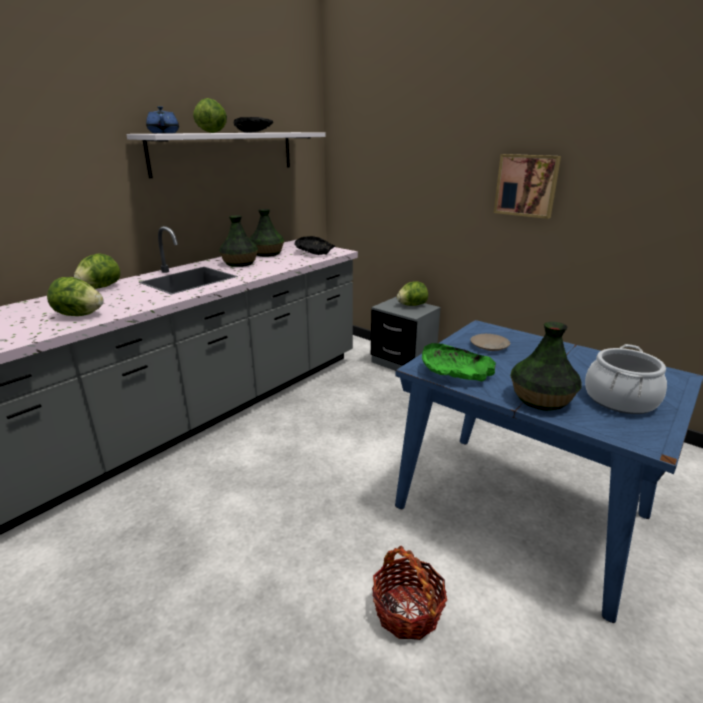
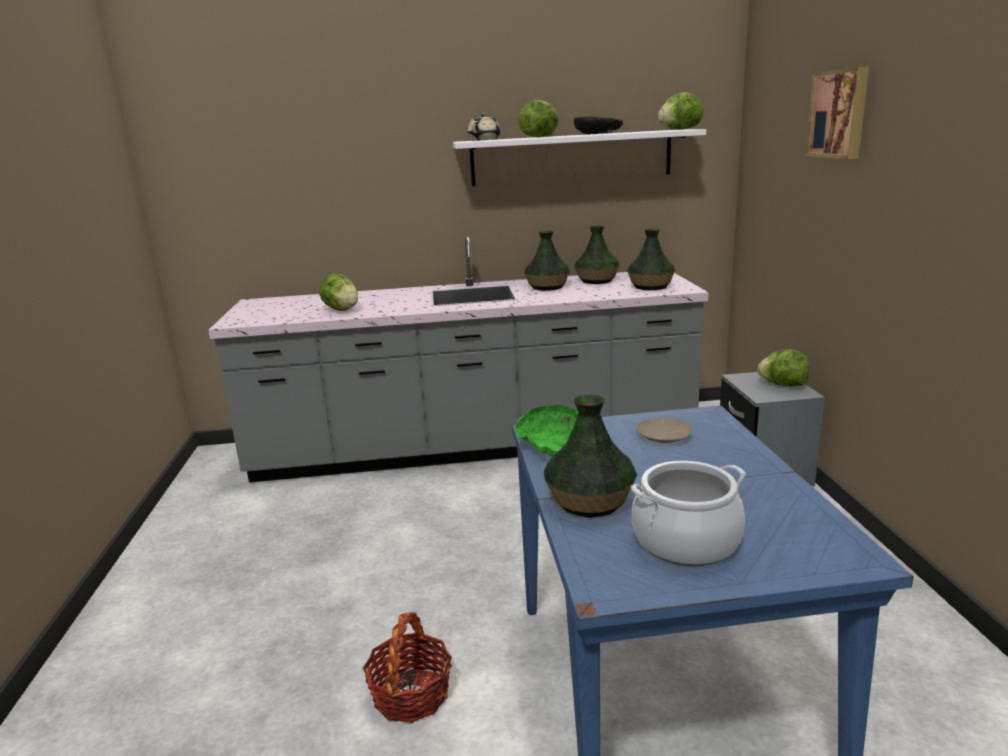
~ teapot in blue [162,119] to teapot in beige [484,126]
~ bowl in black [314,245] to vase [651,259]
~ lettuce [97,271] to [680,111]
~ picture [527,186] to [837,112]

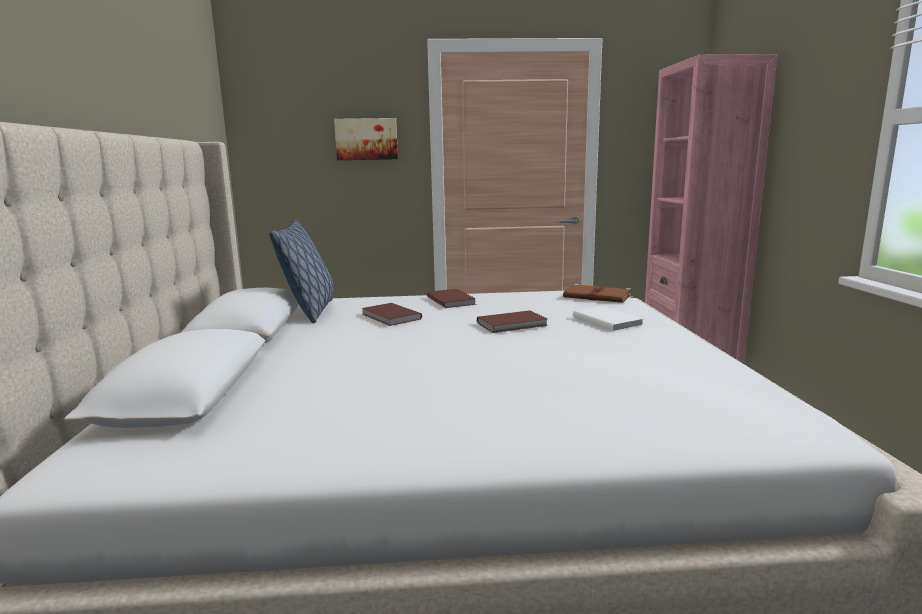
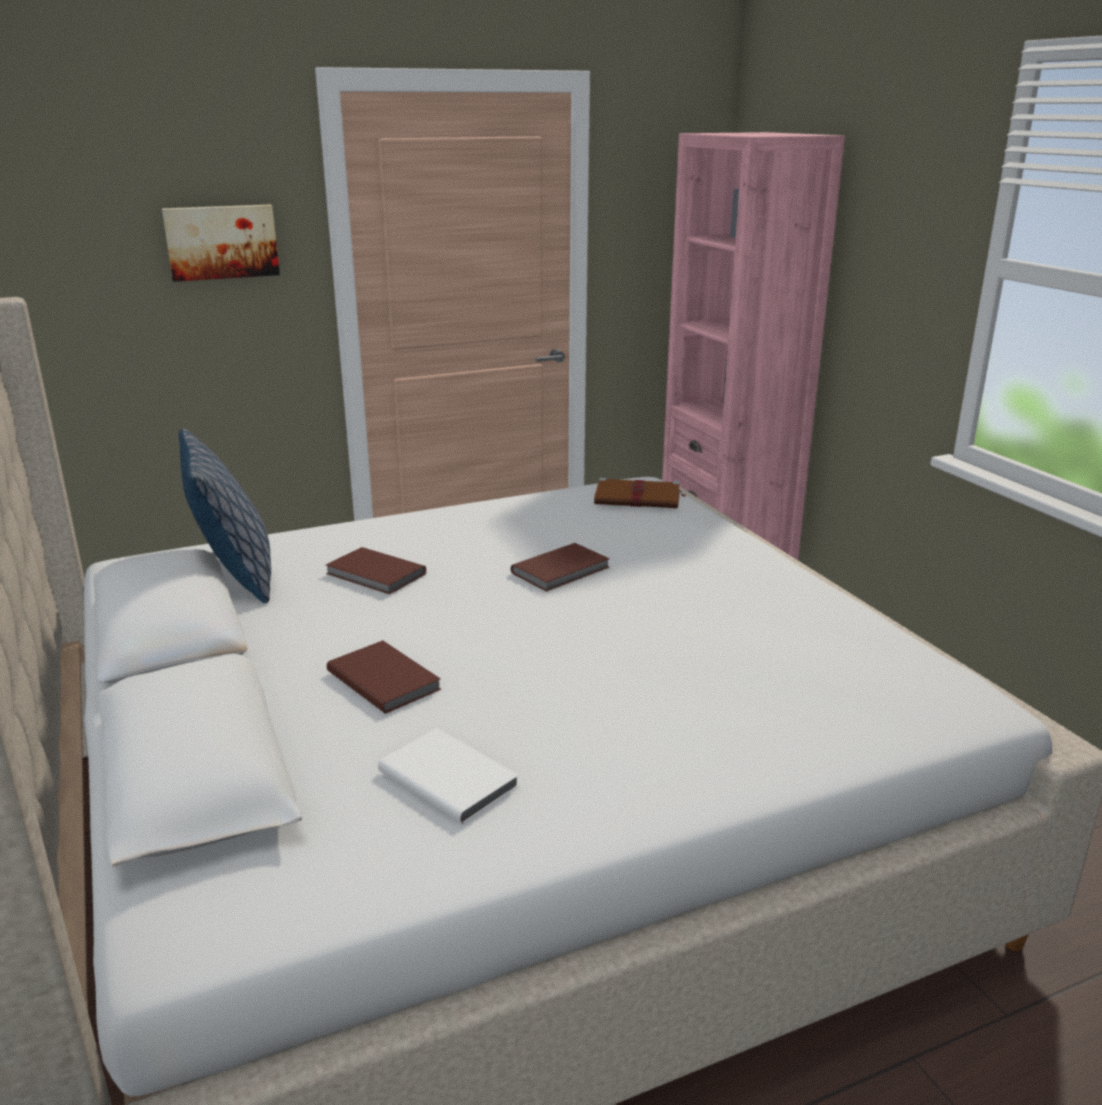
~ book in brown [451,298] to [384,677]
~ book in white [608,318] to [448,776]

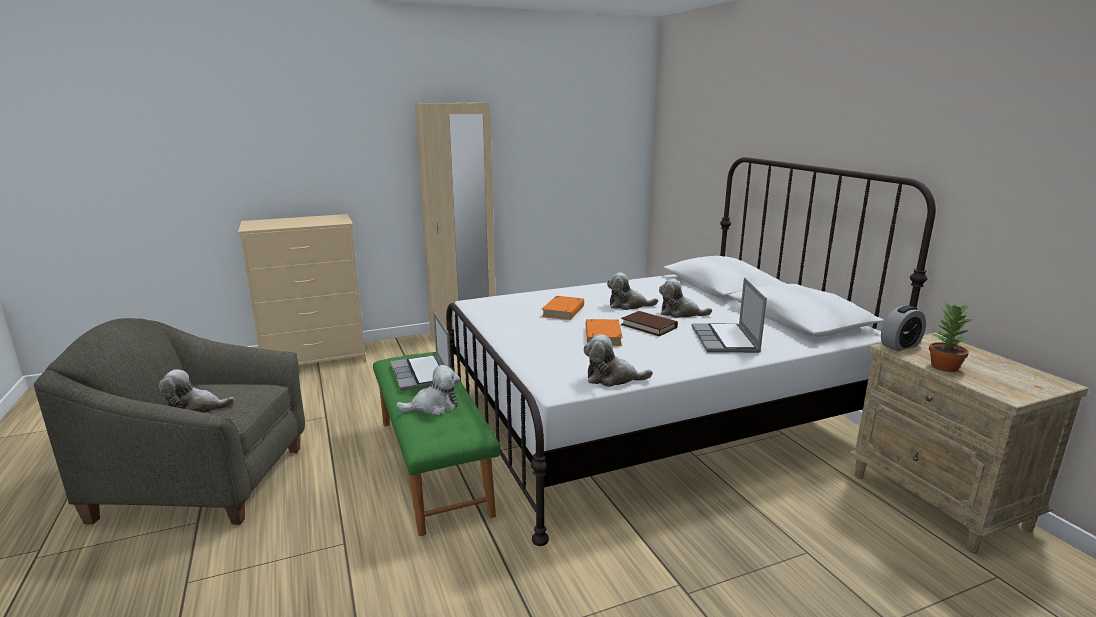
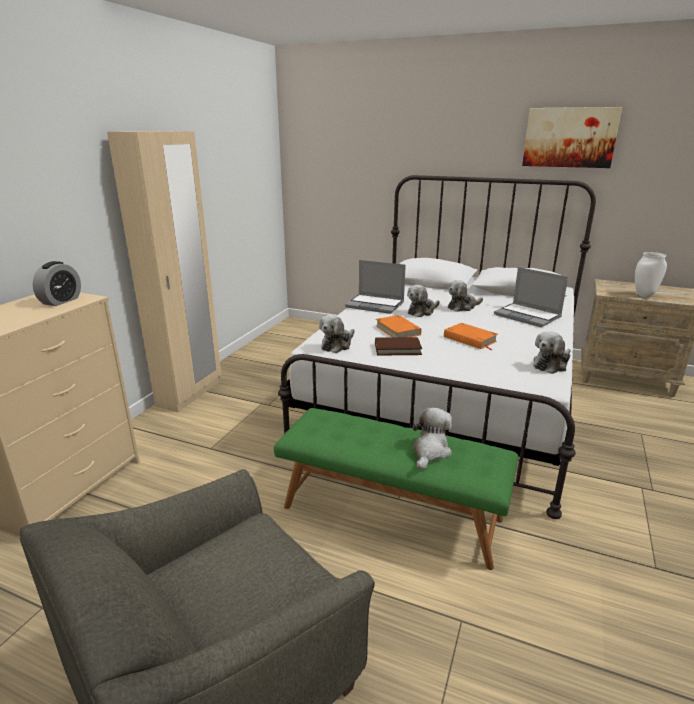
~ alarm clock [903,328] to [57,283]
~ plush toy [196,391] to [337,334]
~ laptop [420,351] to [375,287]
~ book in brown [649,323] to [398,346]
+ picture [572,137]
~ potted plant [952,338] to vase in white [651,275]

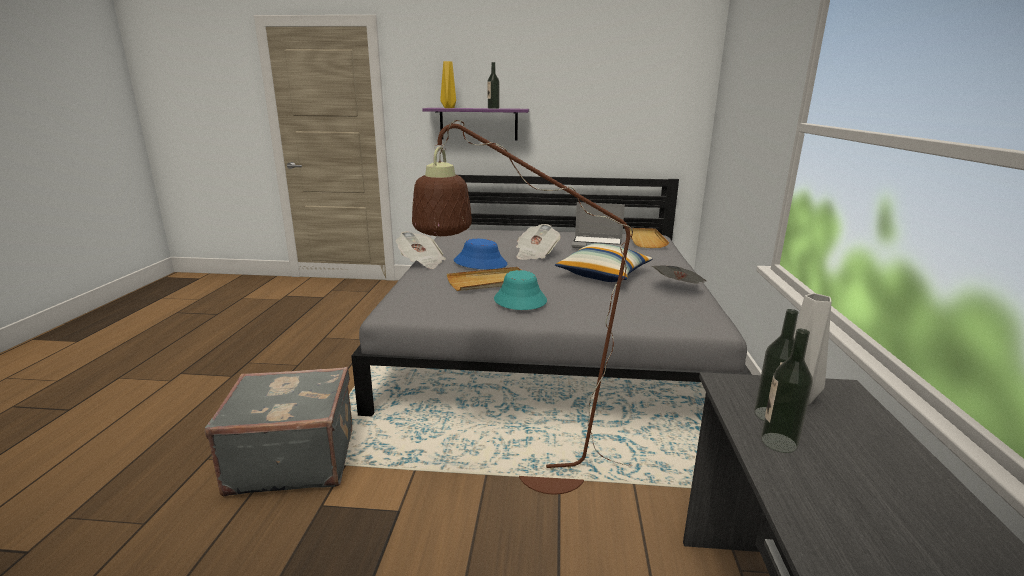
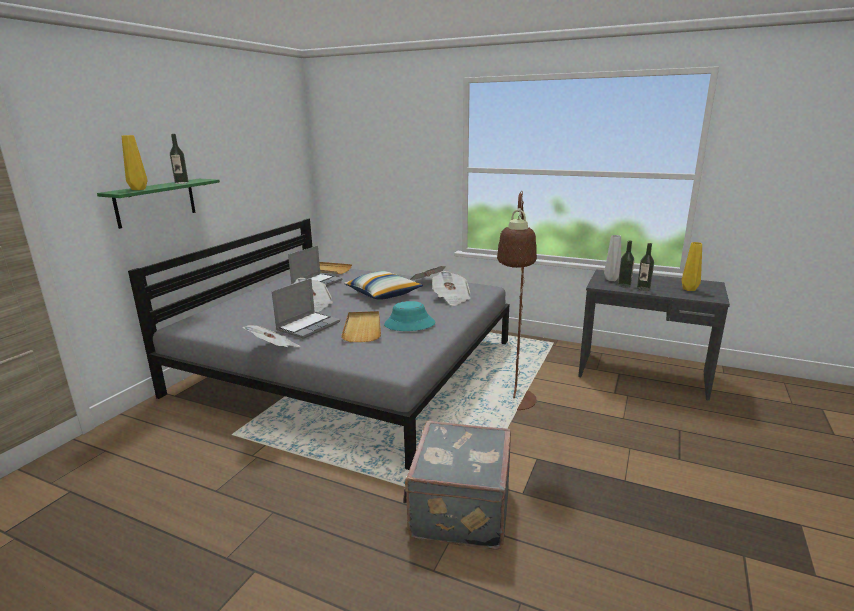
~ shelf in purple [475,124] to shelf in green [158,204]
~ hat in blue [480,254] to laptop [306,308]
+ newspaper [451,288]
+ vase in yellow [691,266]

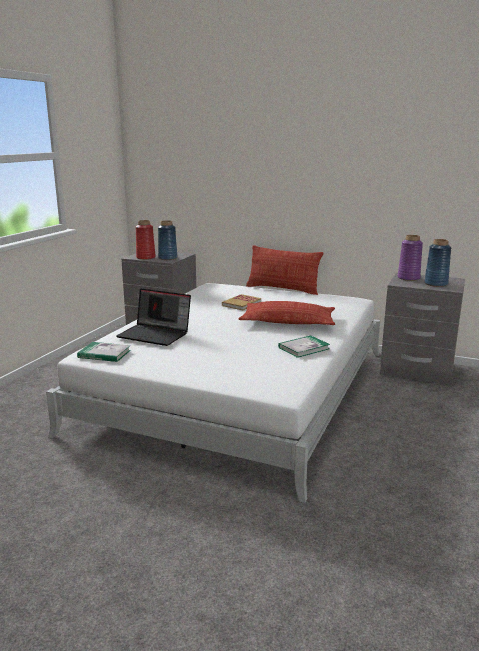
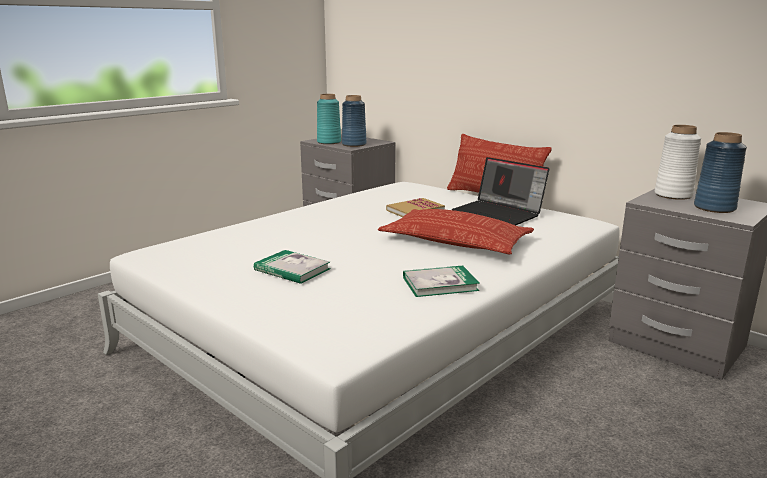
~ book [104,352] to [292,267]
~ vase in red [145,240] to vase in turquoise [329,119]
~ laptop [153,317] to [500,191]
~ vase in purple [410,258] to vase in white [678,162]

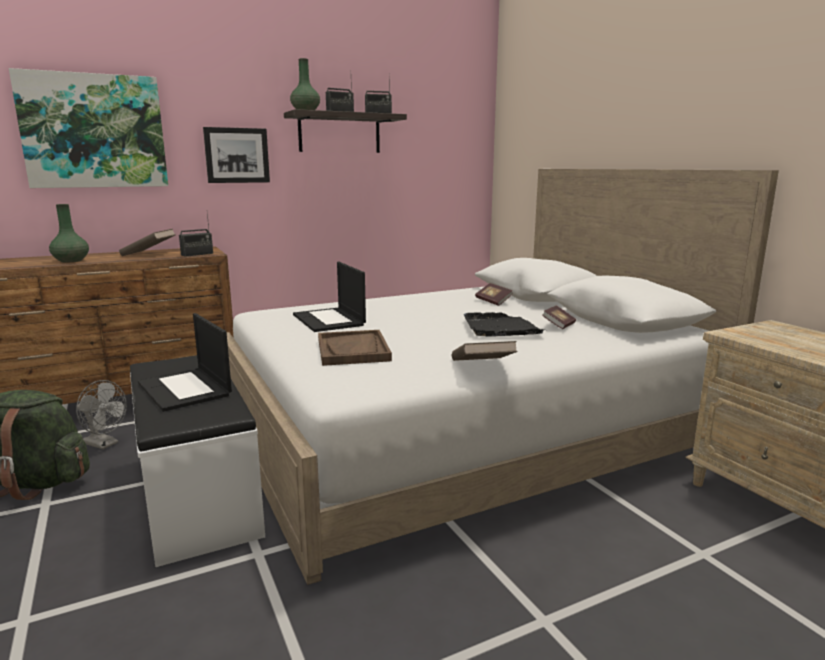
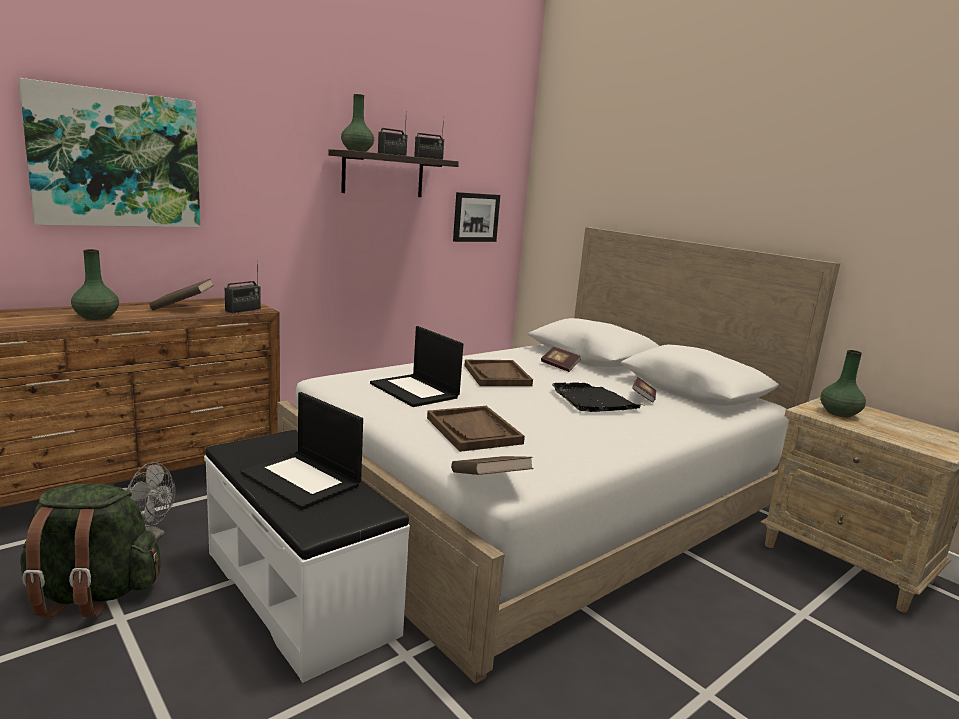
~ book in brown [485,351] to [492,465]
~ picture [236,155] to [476,217]
+ tray in brown [498,373]
+ vase in green [843,383]

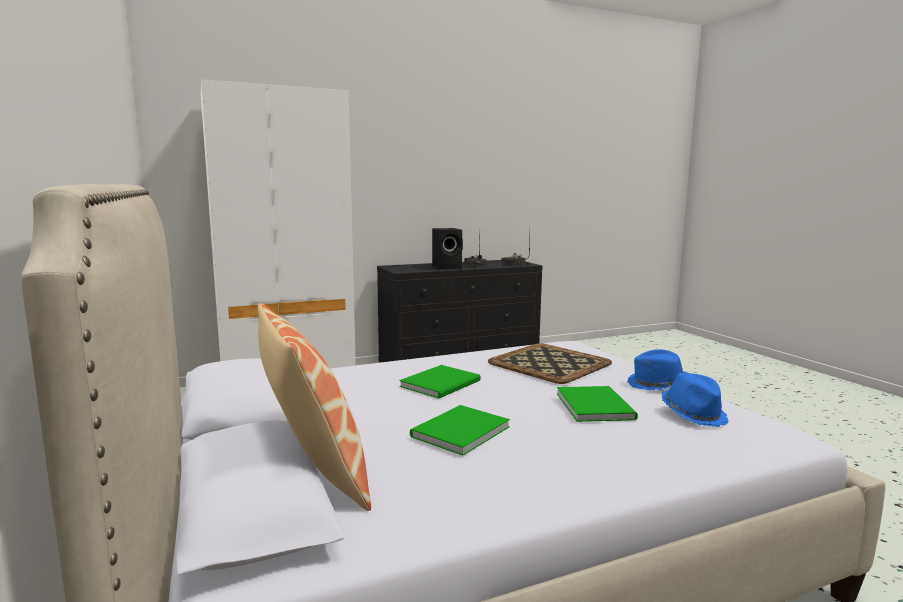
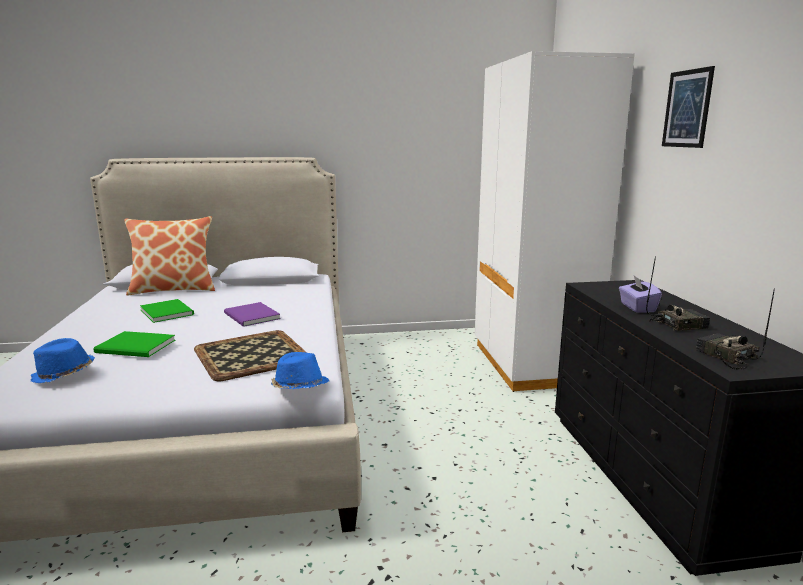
~ book in green [440,382] to book in purple [252,314]
~ hat in blue [657,370] to [300,370]
~ speaker in black [447,249] to tissue box in purple [640,294]
+ picture [688,107]

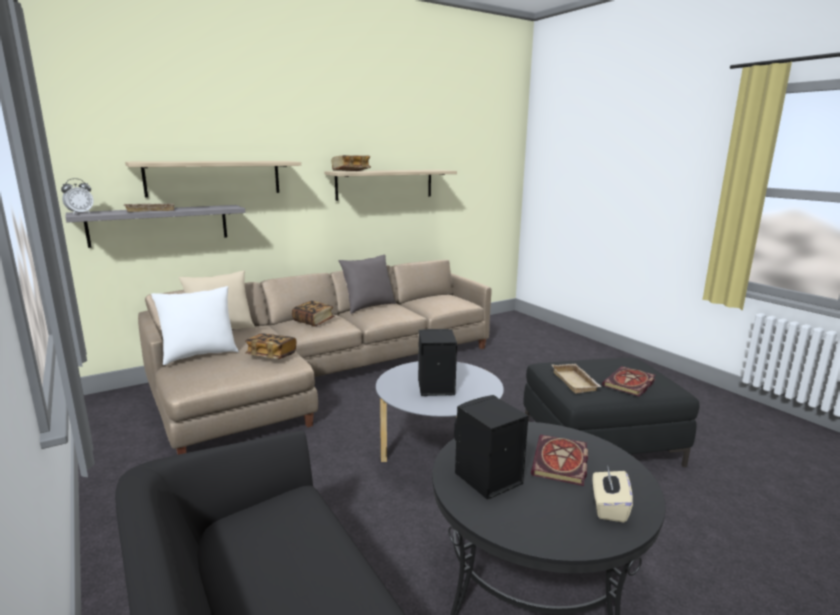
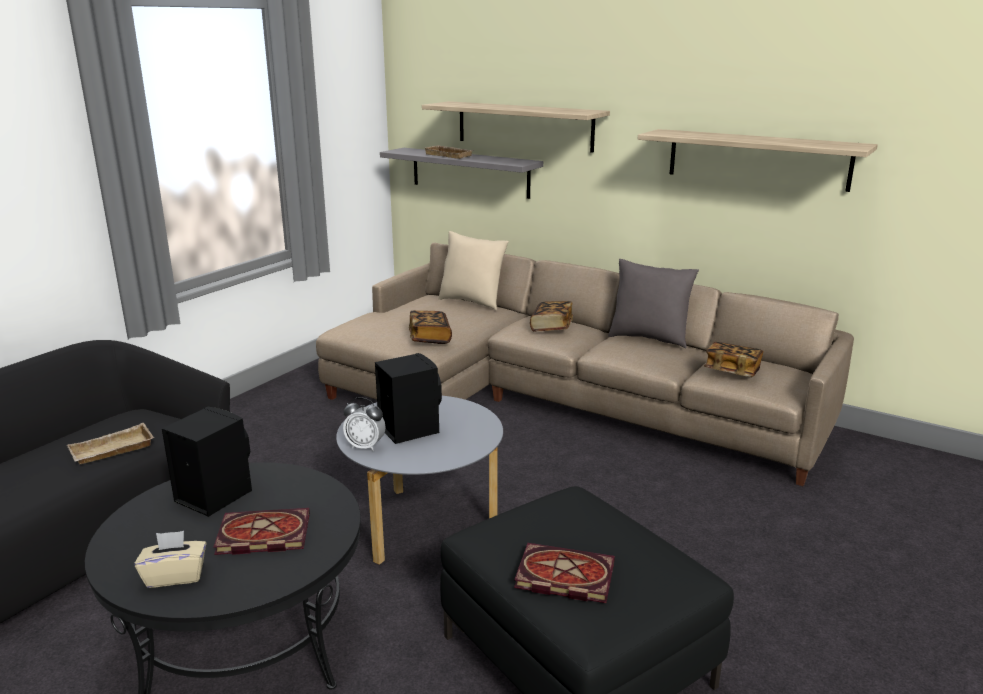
~ tray in beige [577,379] to [110,443]
~ alarm clock [77,196] to [364,424]
~ book [351,163] to [733,359]
- pillow in white [195,325]

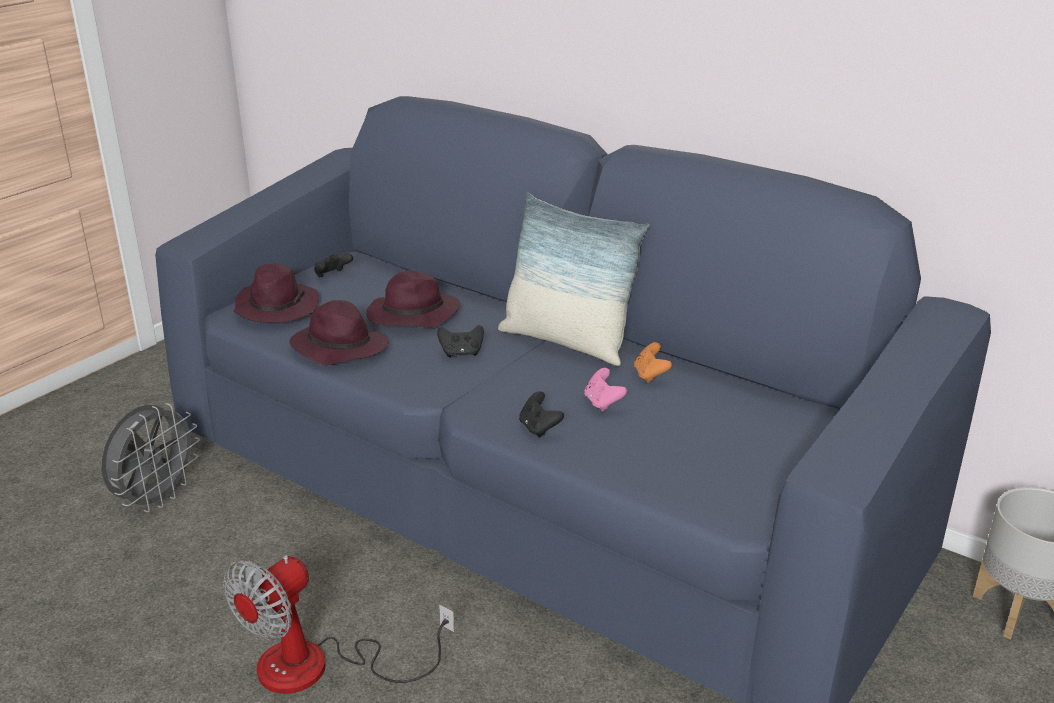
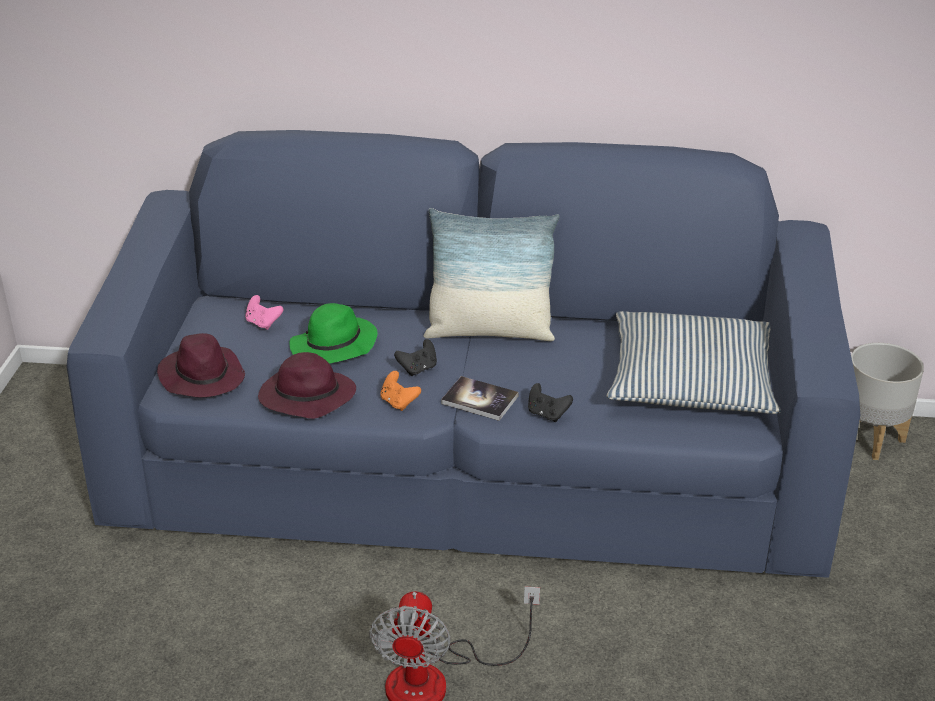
~ game controller in pink [605,390] to [264,312]
~ hat in purple [413,299] to hat in green [333,333]
~ game controller in orange [653,362] to [400,391]
+ book [479,398]
+ pillow [694,362]
- fan in grey [150,457]
- game controller in black [333,265]

